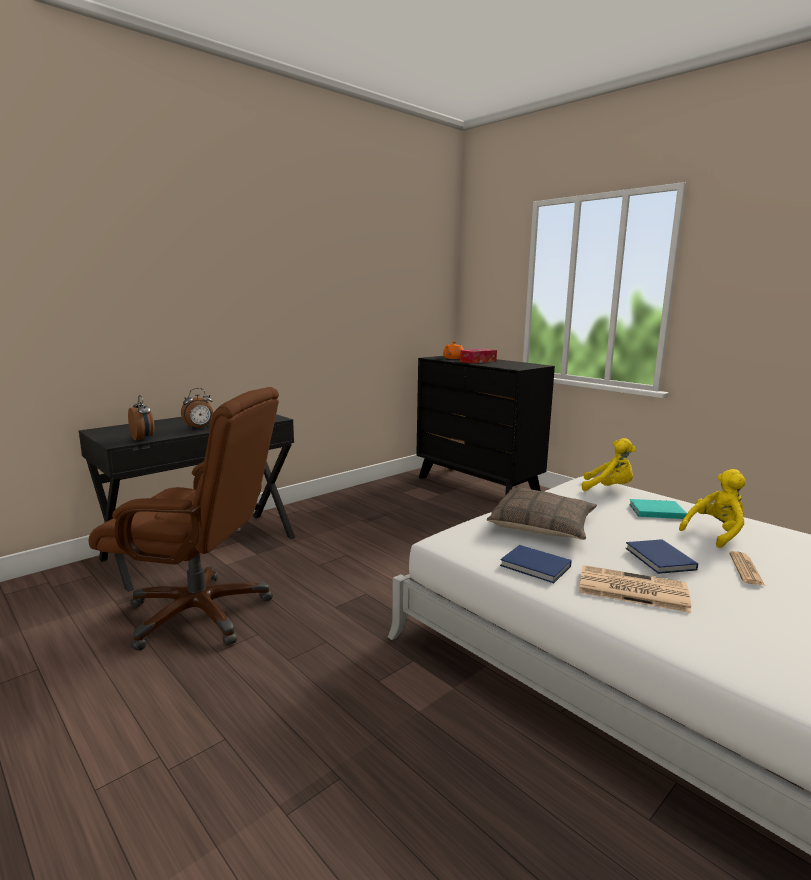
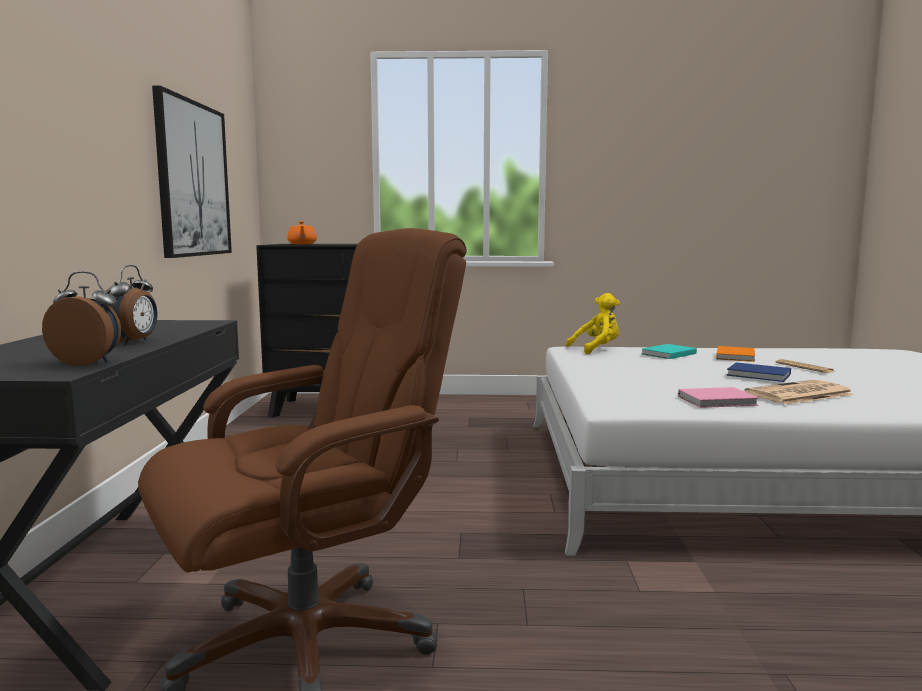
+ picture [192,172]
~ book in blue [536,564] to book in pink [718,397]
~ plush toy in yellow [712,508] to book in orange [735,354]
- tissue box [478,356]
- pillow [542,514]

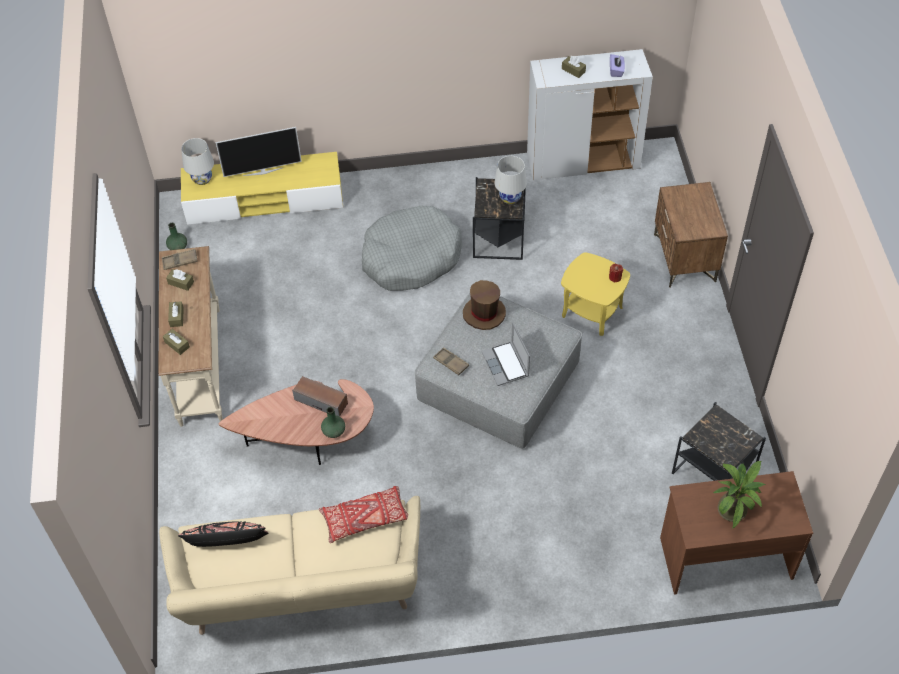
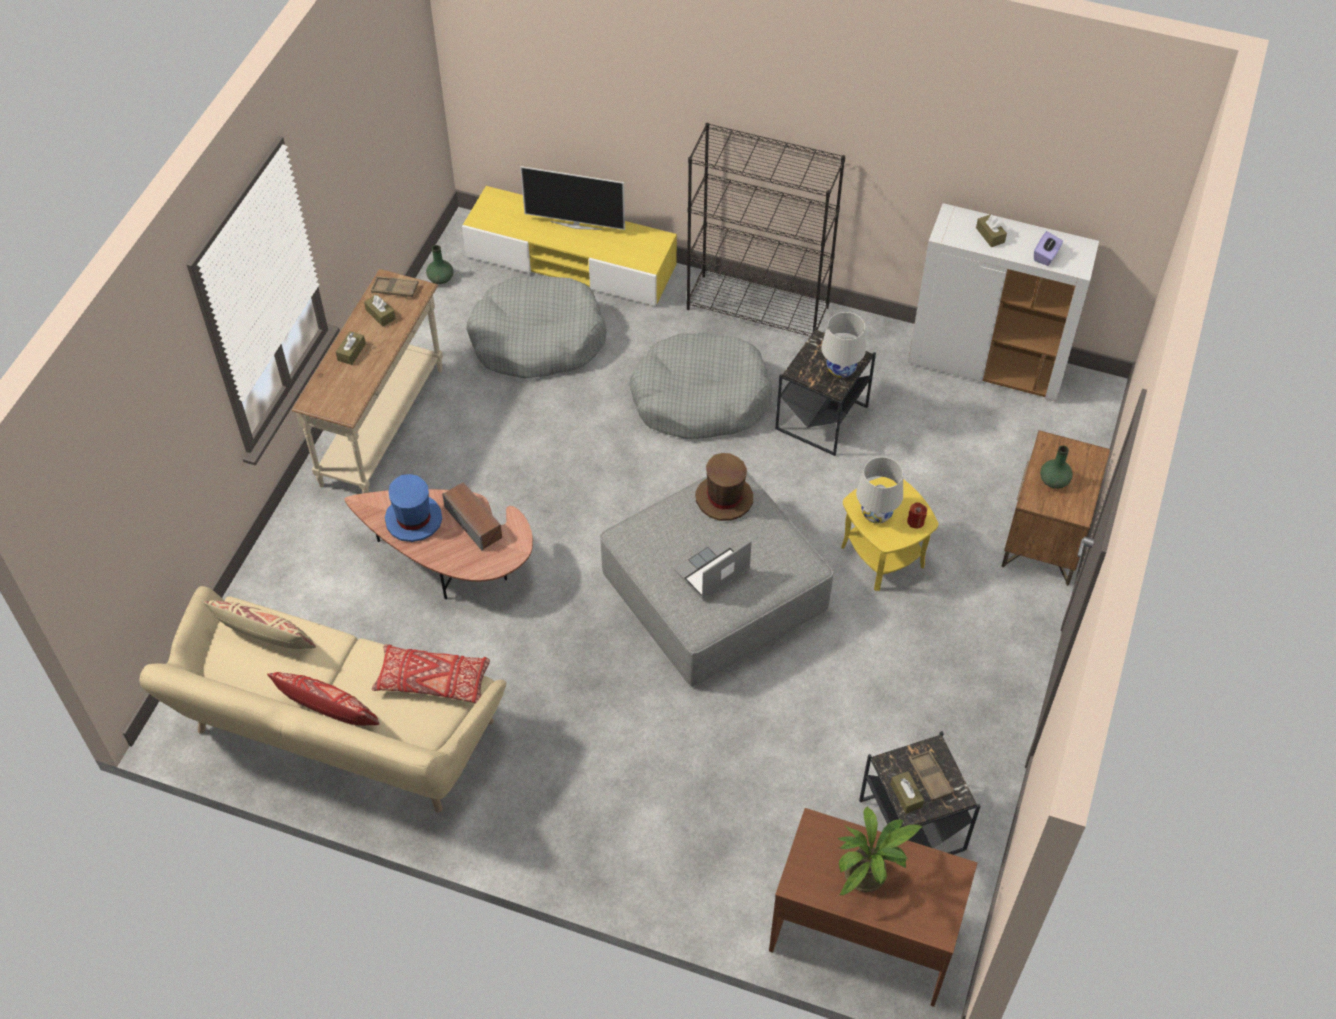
~ pillow in black [223,534] to pillow in beige [259,624]
+ pillow in red [323,699]
+ hat in blue [413,508]
+ dog bed in grey [536,326]
~ laptop [505,354] = [713,569] 45 degrees clockwise
+ bookcase in black [765,229]
~ table lamp in white [197,161] to [879,490]
~ tissue box in brown [176,342] to [907,792]
~ tray in brown [451,361] to [931,775]
~ vase in green [333,422] to [1056,467]

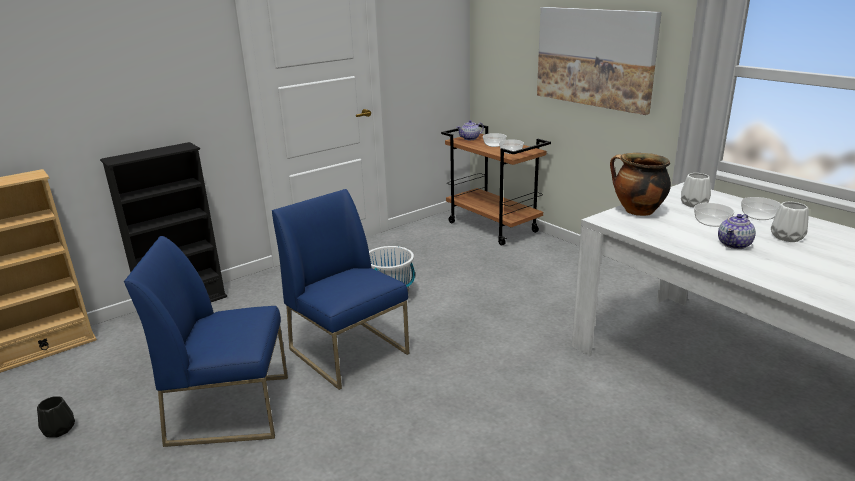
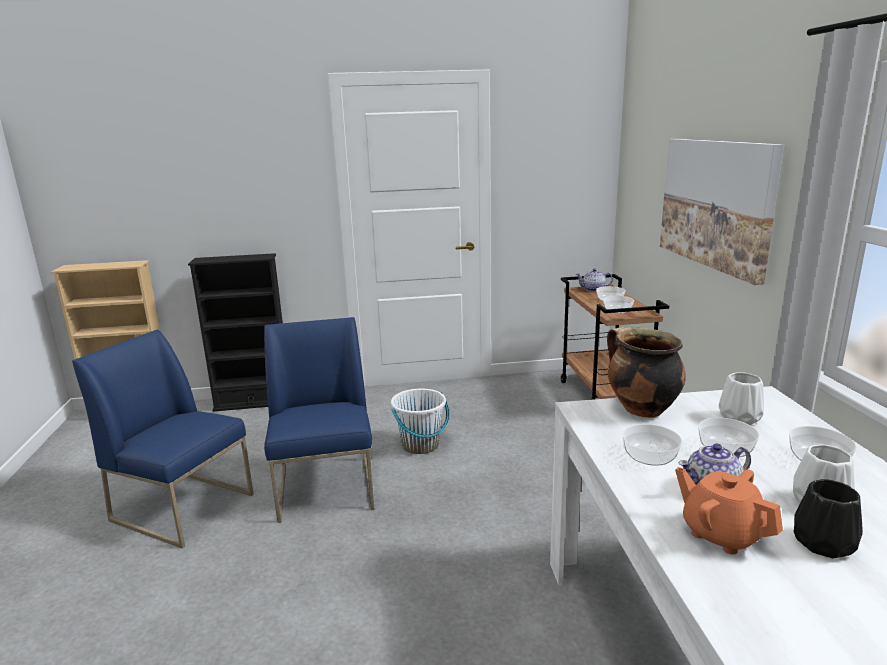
+ bowl [652,445]
+ teapot in orange [729,511]
~ vase in black [56,416] to [828,518]

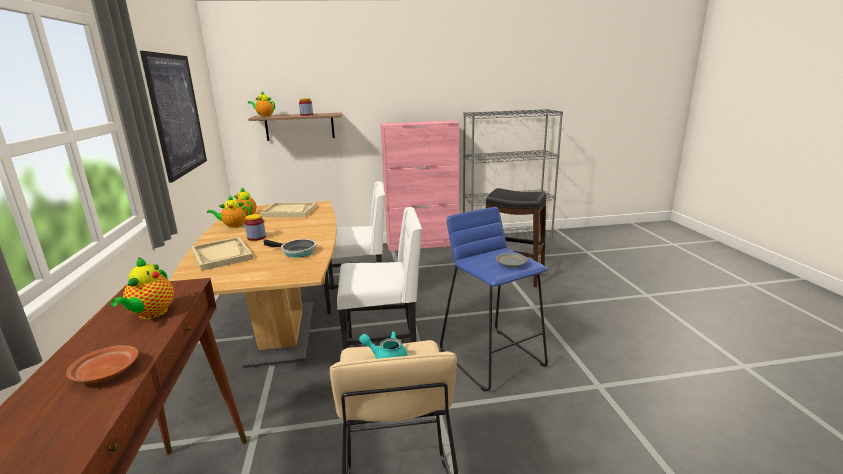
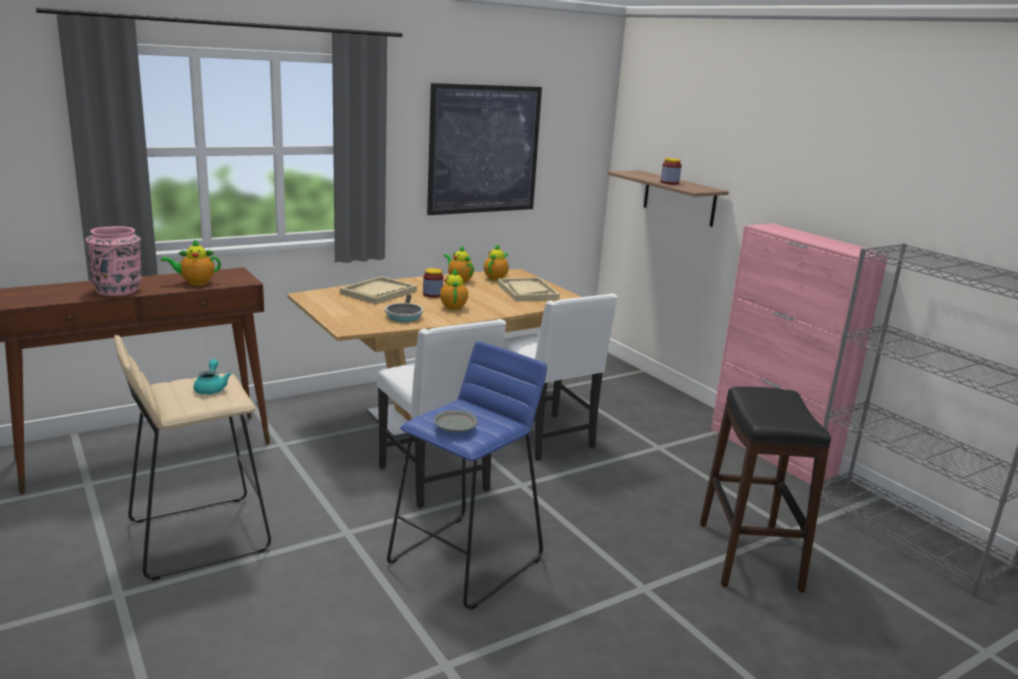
~ plate in brown [102,364] to vase in pink [113,261]
~ teapot [261,104] to [454,289]

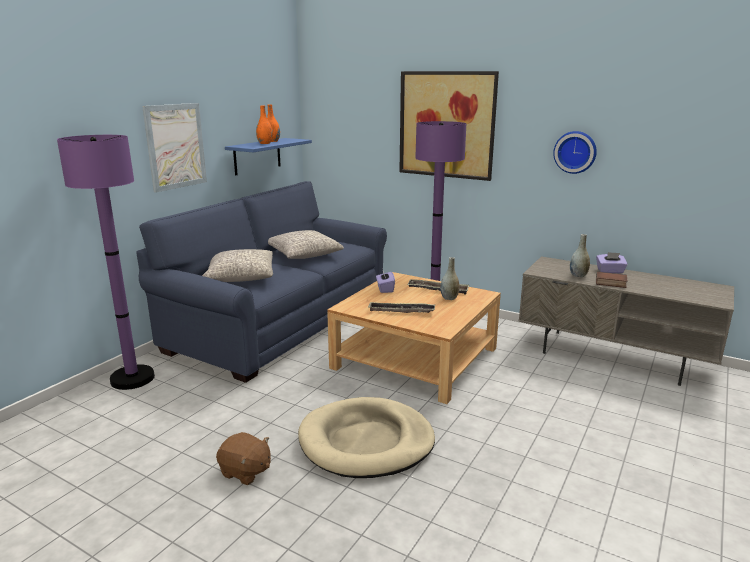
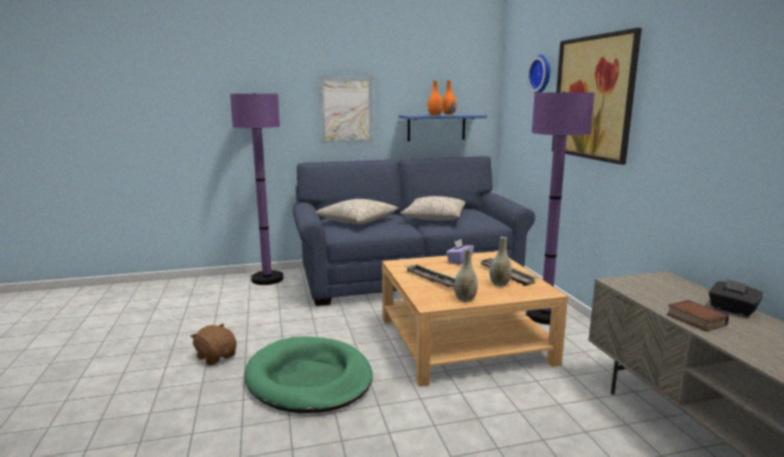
~ plush toy in brown [243,458] = [213,345] 150 degrees clockwise
~ dog bed in beige [366,437] to dog bed in green [308,375]
~ vase in grey [580,255] to [466,275]
~ wall clock [575,152] to [538,74]
~ tissue box in purple [612,262] to tissue box in black [736,298]

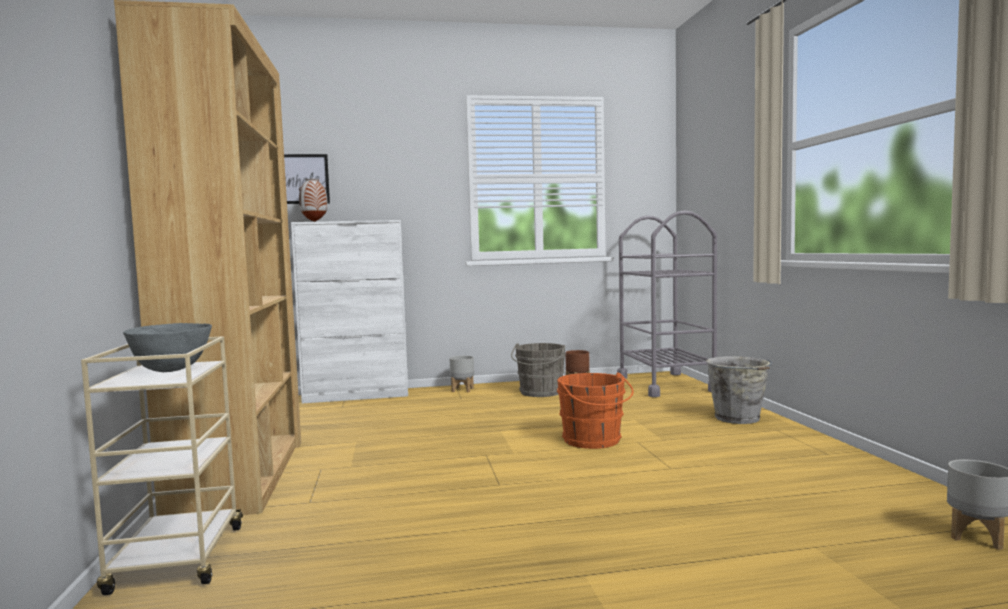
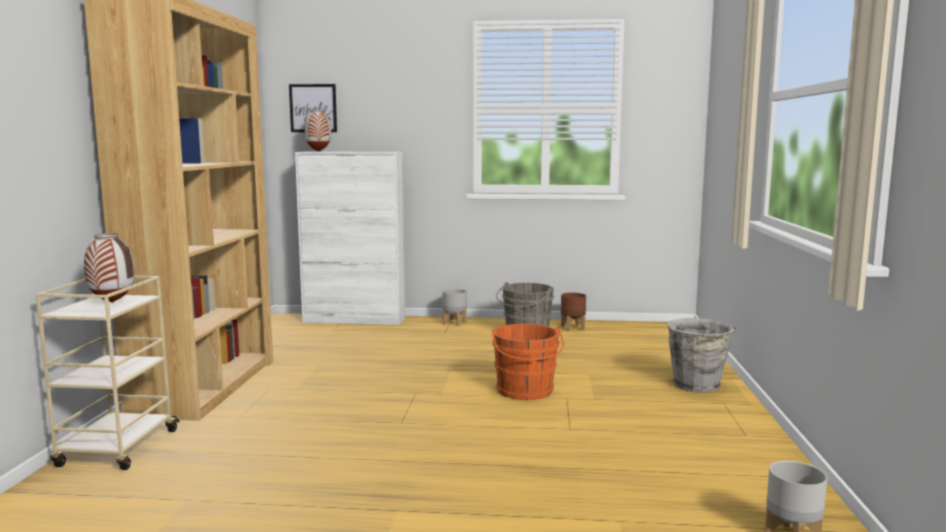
~ bowl in grey [167,347] to vase [109,268]
- cart in grey [667,303]

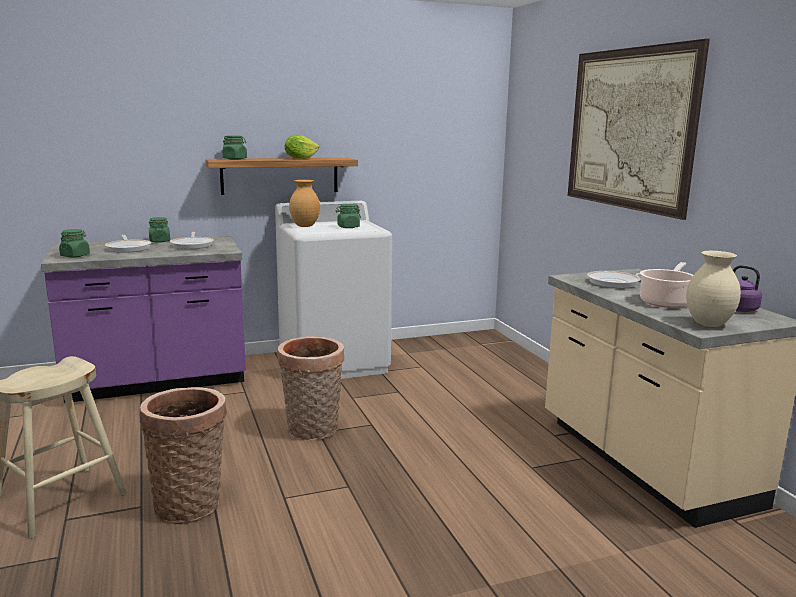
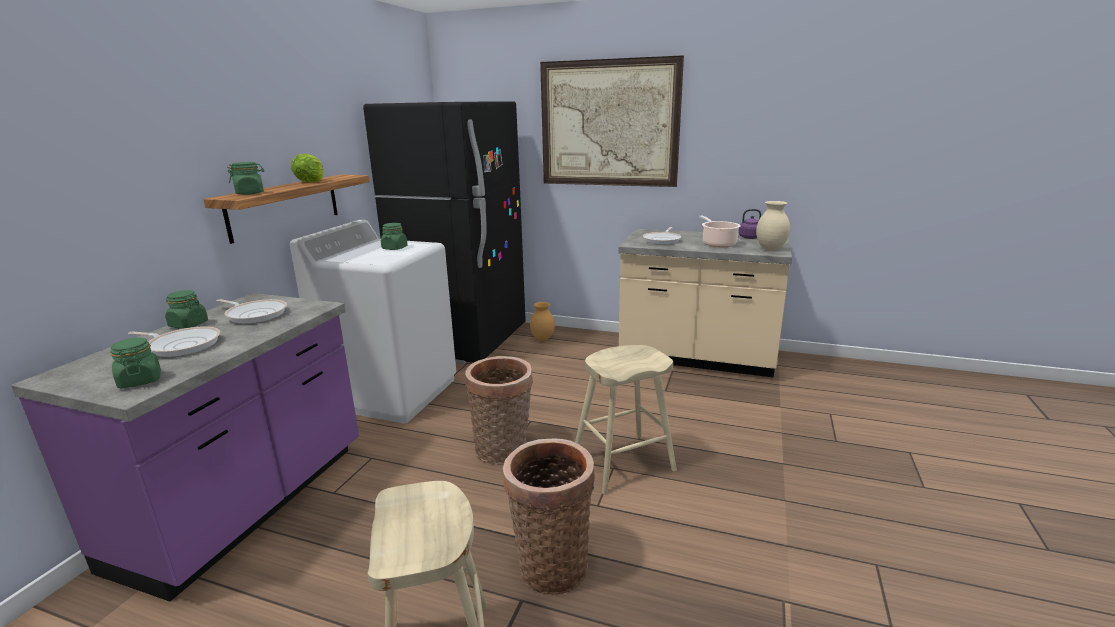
+ fridge in black [444,232]
~ vase in brown [304,203] to [542,321]
+ stool in beige [626,419]

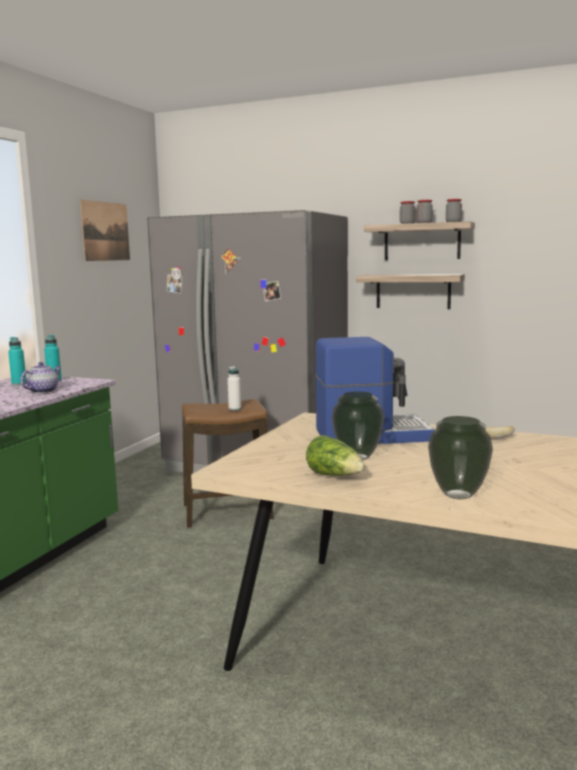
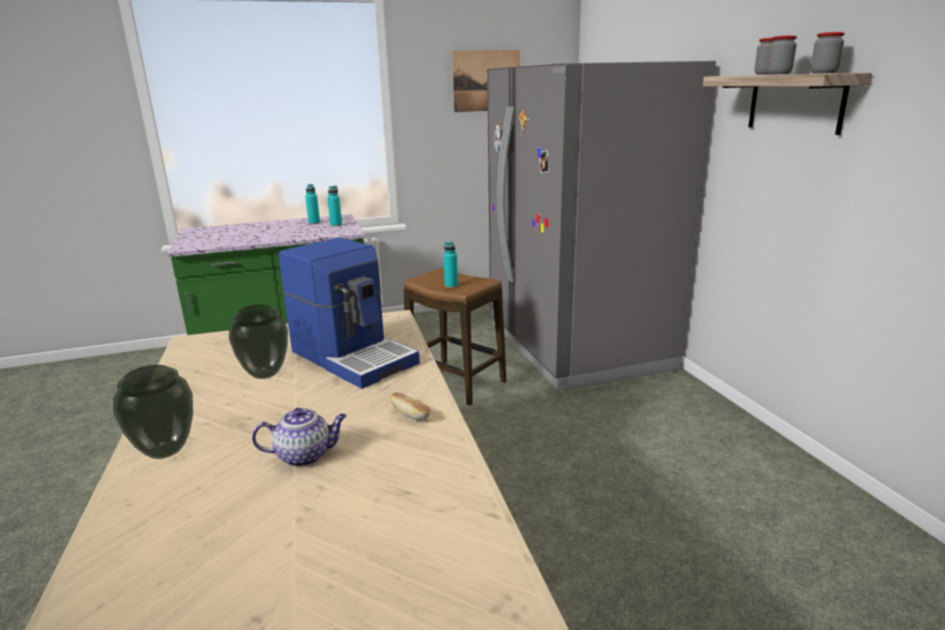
~ teapot [41,377] to [299,437]
~ bottle in white [234,388] to bottle in turquoise [451,265]
- lettuce [335,455]
- shelf [410,291]

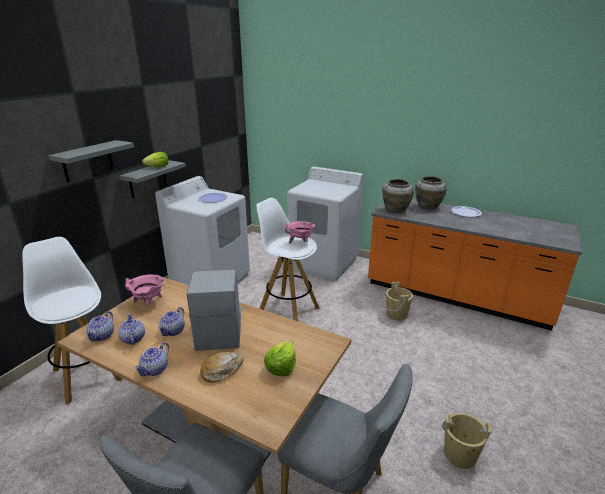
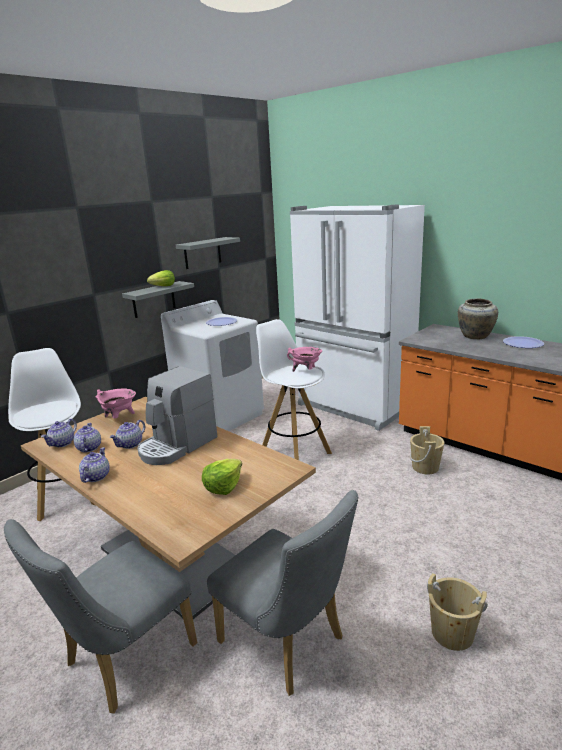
~ teapot [151,359] = [94,465] 150 degrees clockwise
~ coffee machine [214,310] = [177,415] 150 degrees counterclockwise
~ shelf in grey [91,161] to [208,253]
~ washing machine in white [325,223] to fridge in white [357,318]
- bread [222,367]
- vase in beige [398,196]

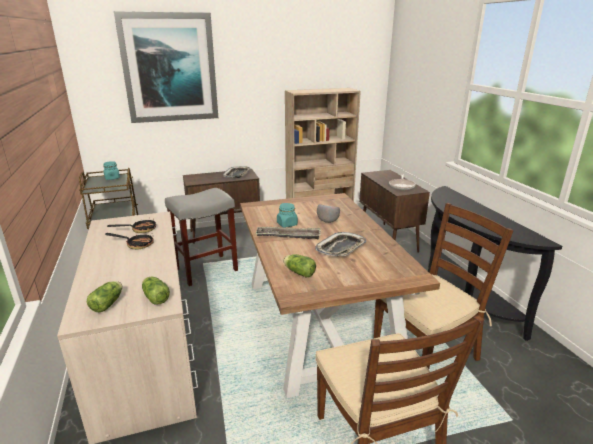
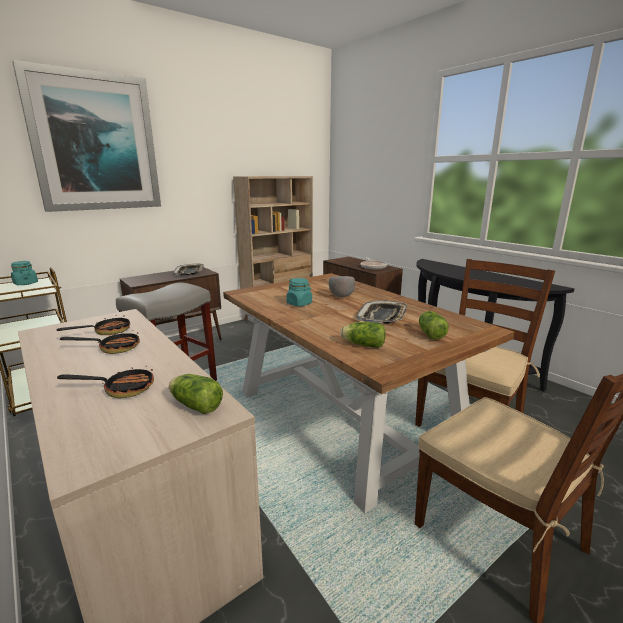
+ frying pan [105,381]
~ lettuce [104,296] to [434,325]
- tray [288,233]

